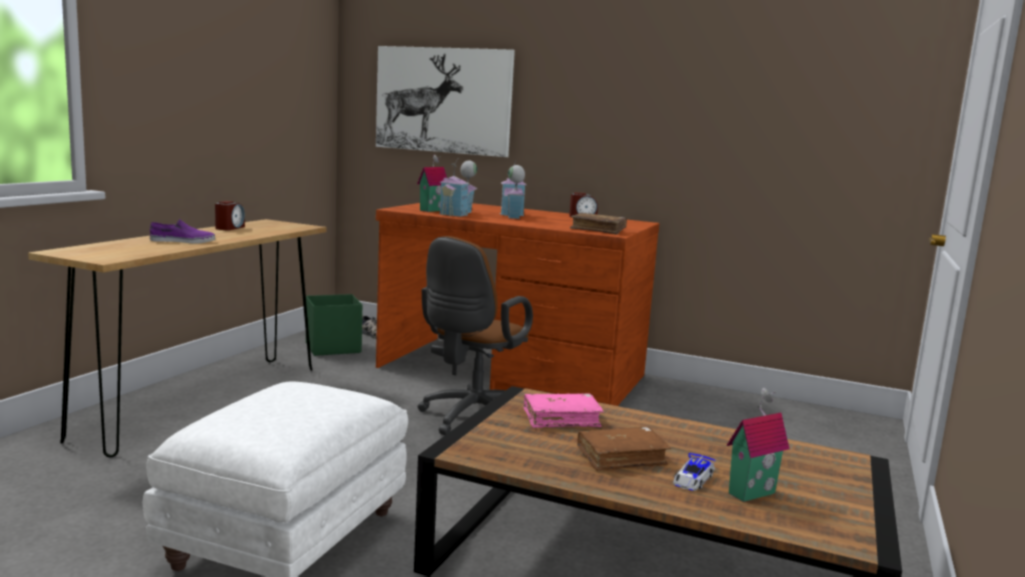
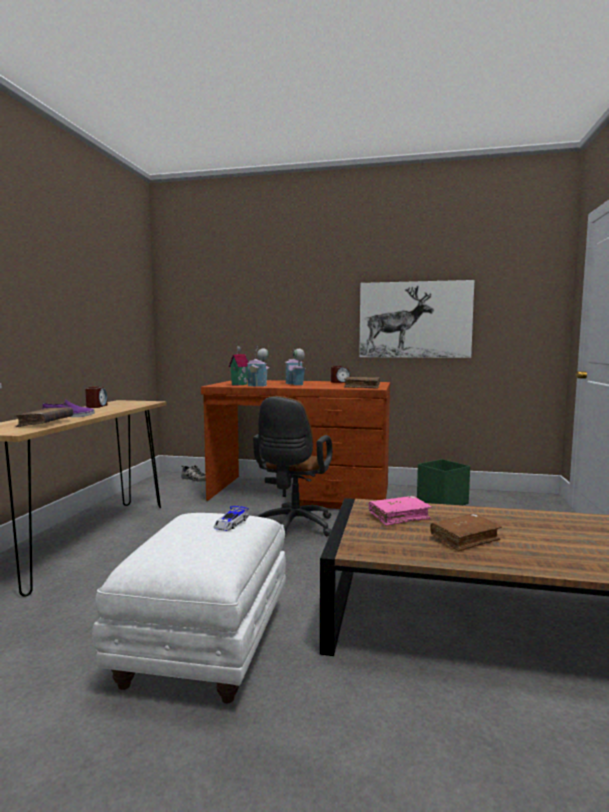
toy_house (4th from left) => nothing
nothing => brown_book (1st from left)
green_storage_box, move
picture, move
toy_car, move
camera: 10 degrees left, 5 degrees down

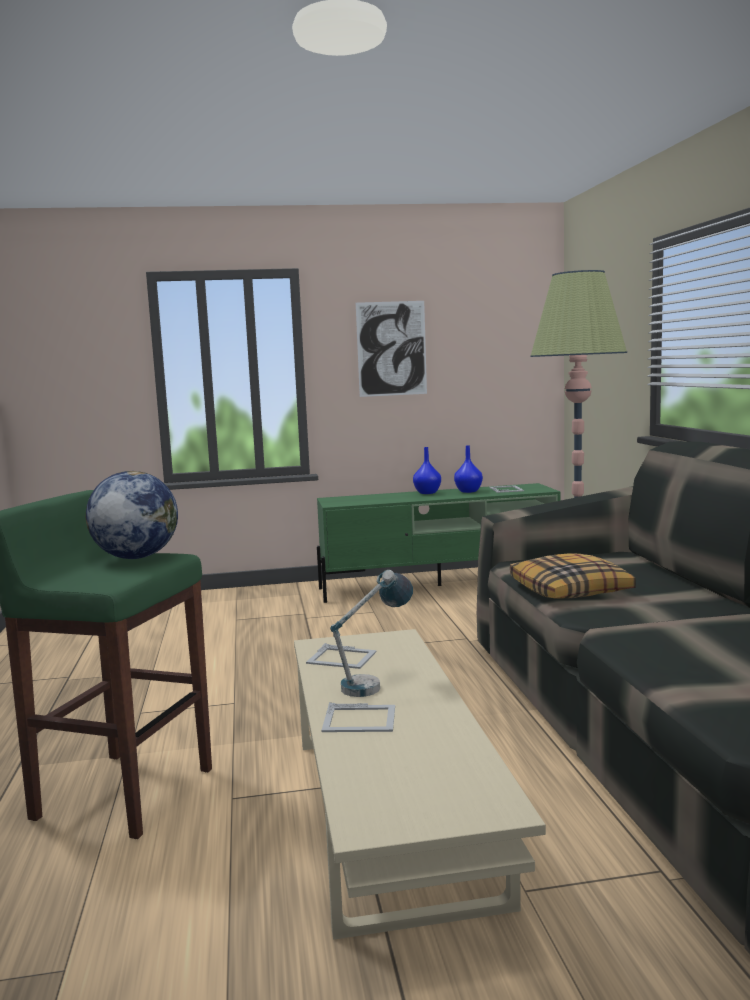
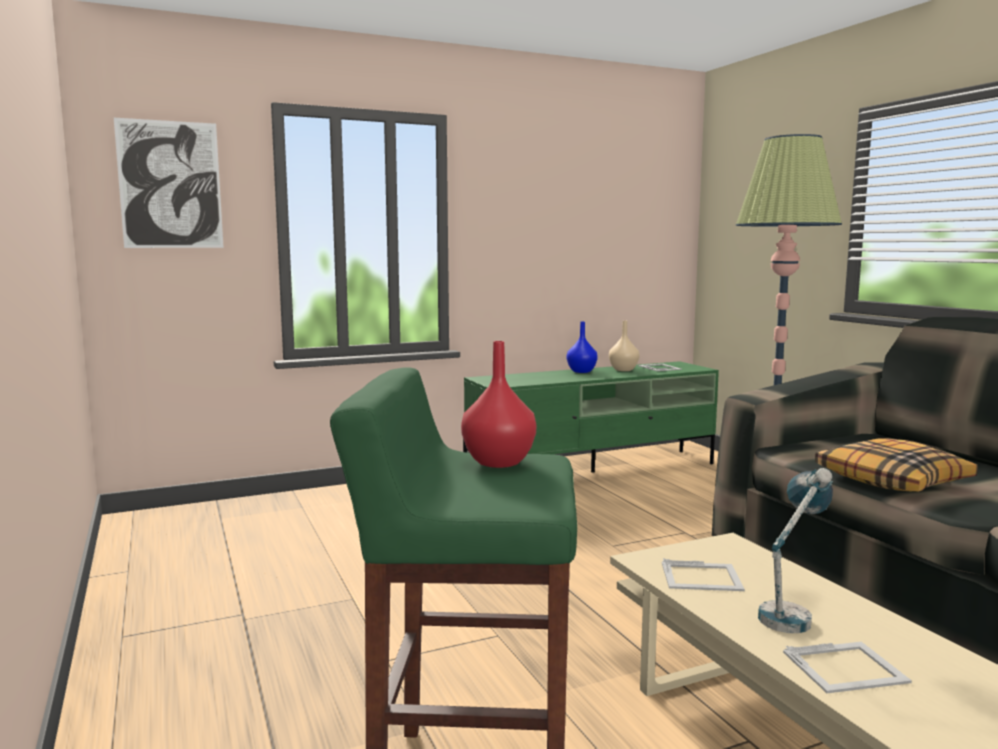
picture, move
globe => red_vase
blue_vase (2nd from left) => beige_vase
camera: 15 degrees left, 0 degrees up

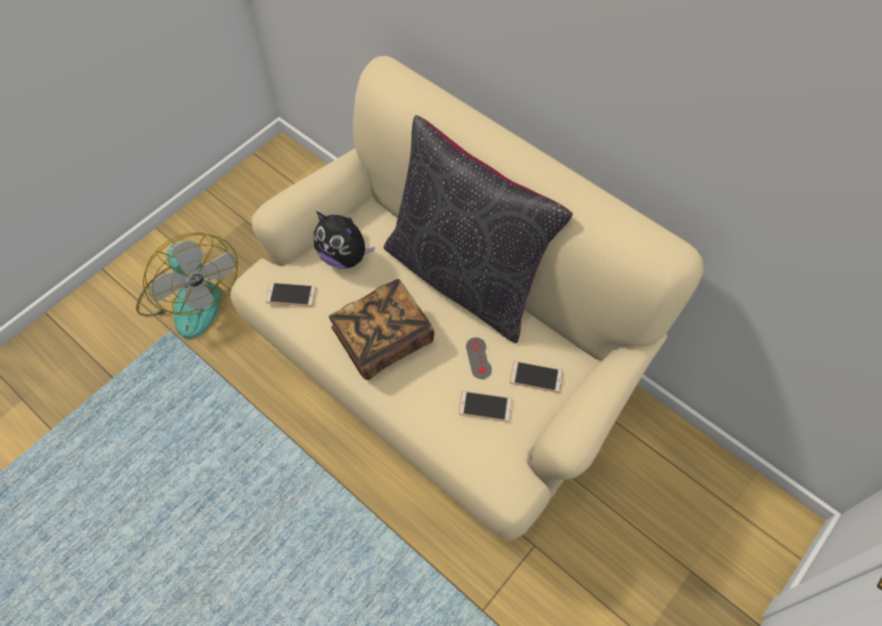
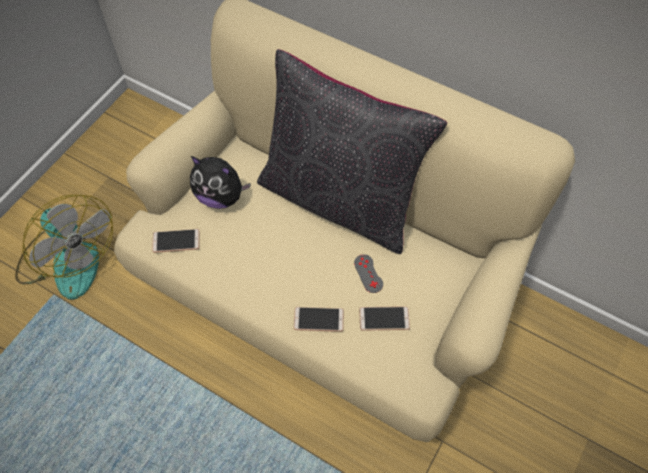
book => nothing
phone (3rd from left in the first image) => phone (2nd from left), move
camera: 10 degrees left, 0 degrees up

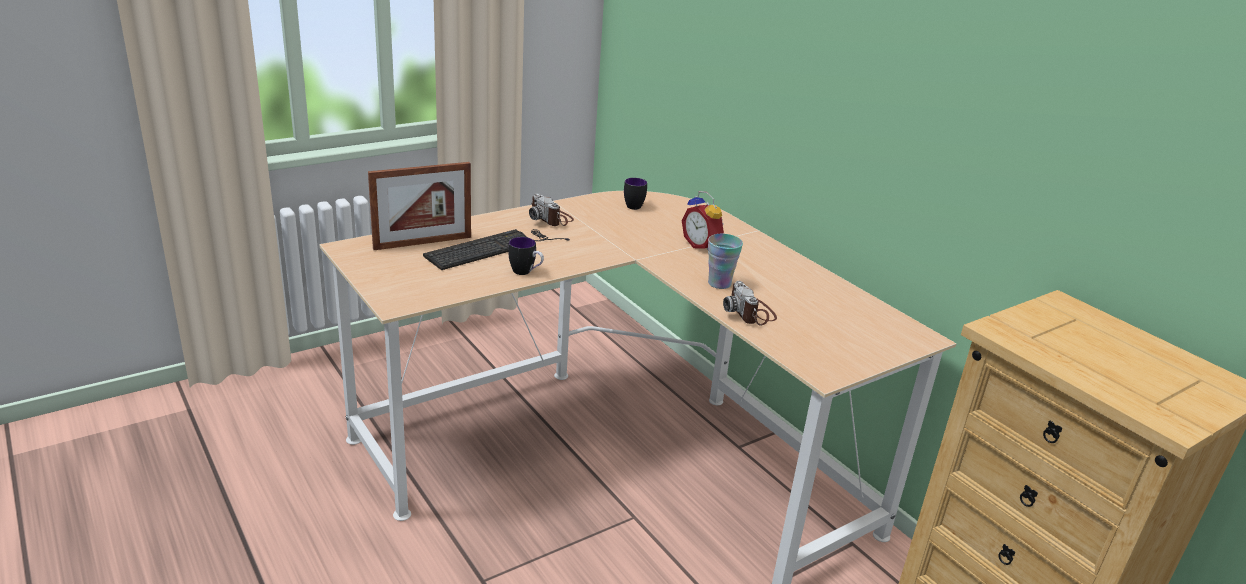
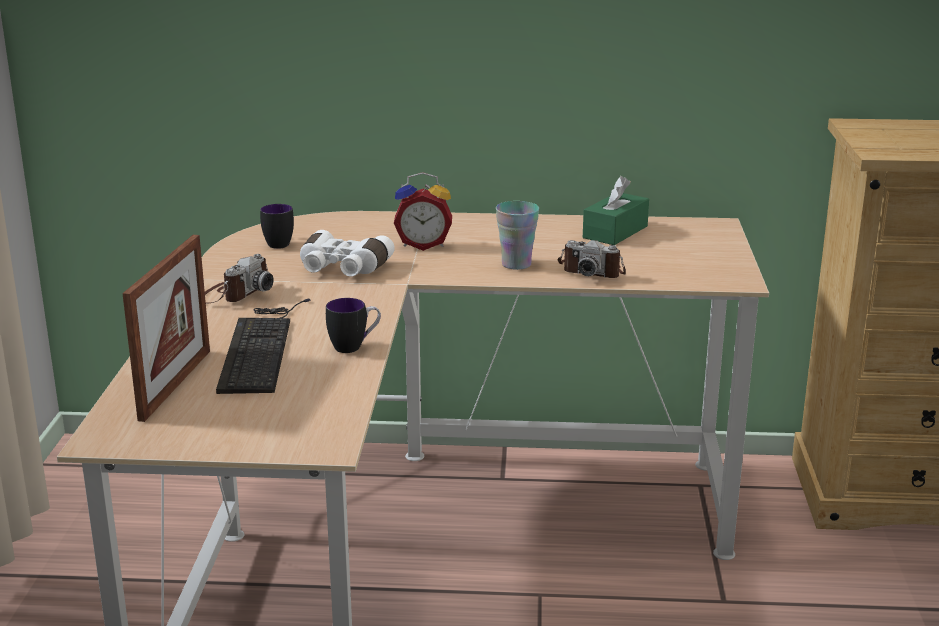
nothing => white_binoculars
nothing => green_tissue_box
photo_camera (1st from left), 60 degrees counterclockwise
camera: 50 degrees left, 5 degrees down

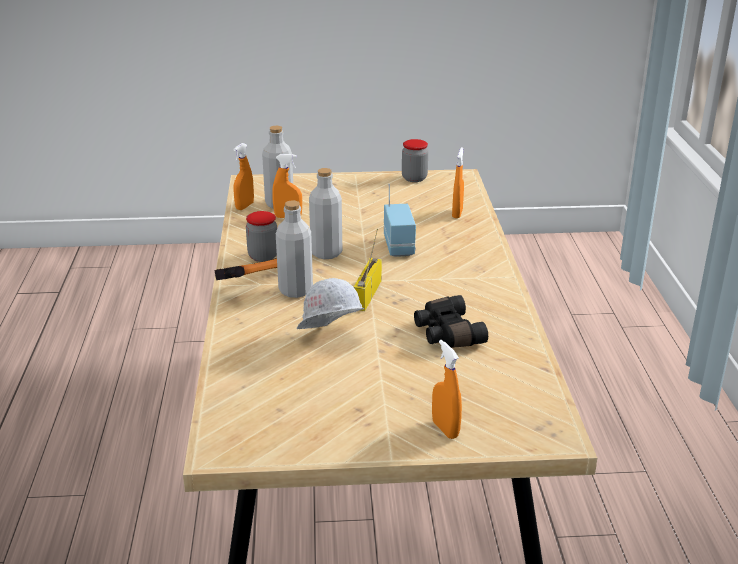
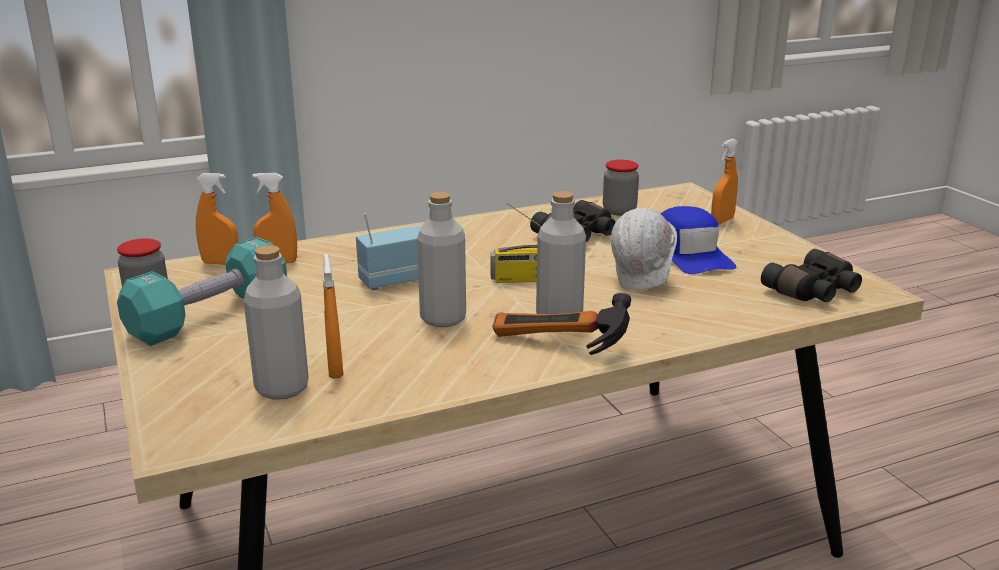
nothing => turquoise_dumbbell
nothing => blue_cap
nothing => black_binoculars (2nd from left)
orange_spray_bottle (1st from left), move
jar (1st from left in the first image) => jar (2nd from left), move
camera: 110 degrees left, 5 degrees down

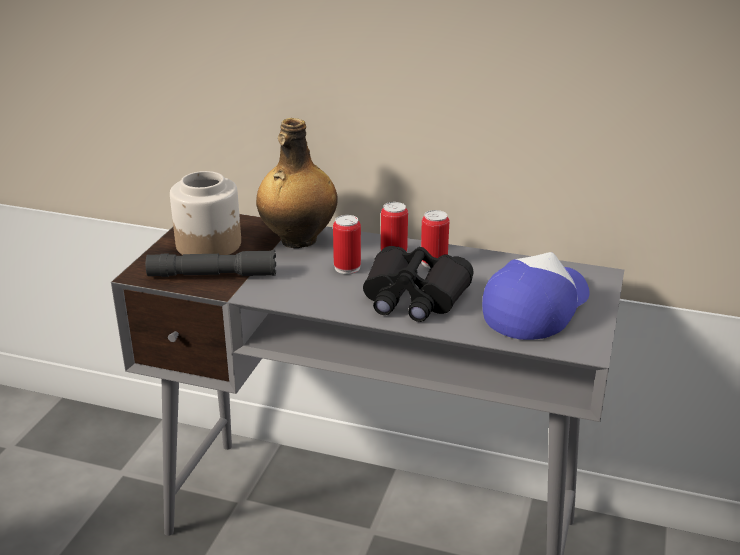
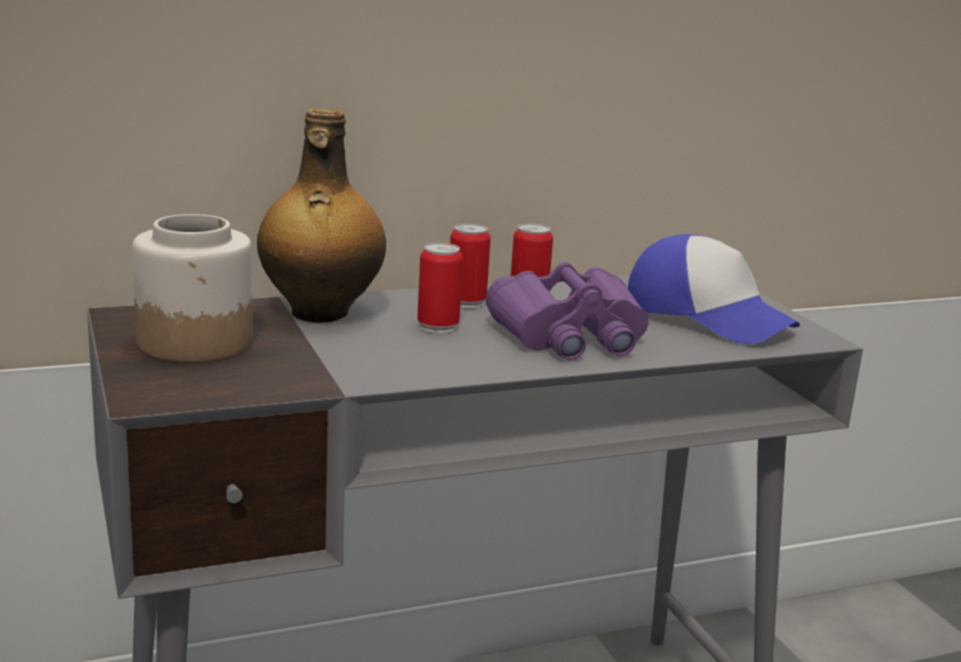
grey_flashlight => nothing
black_binoculars => purple_binoculars
cap, 135 degrees clockwise
camera: 40 degrees left, 10 degrees down

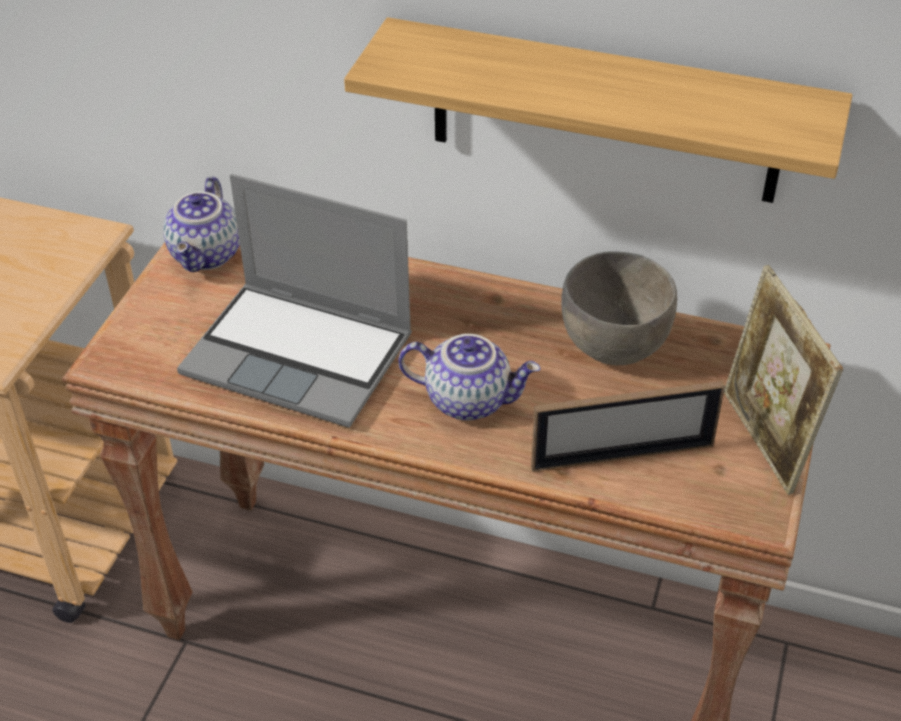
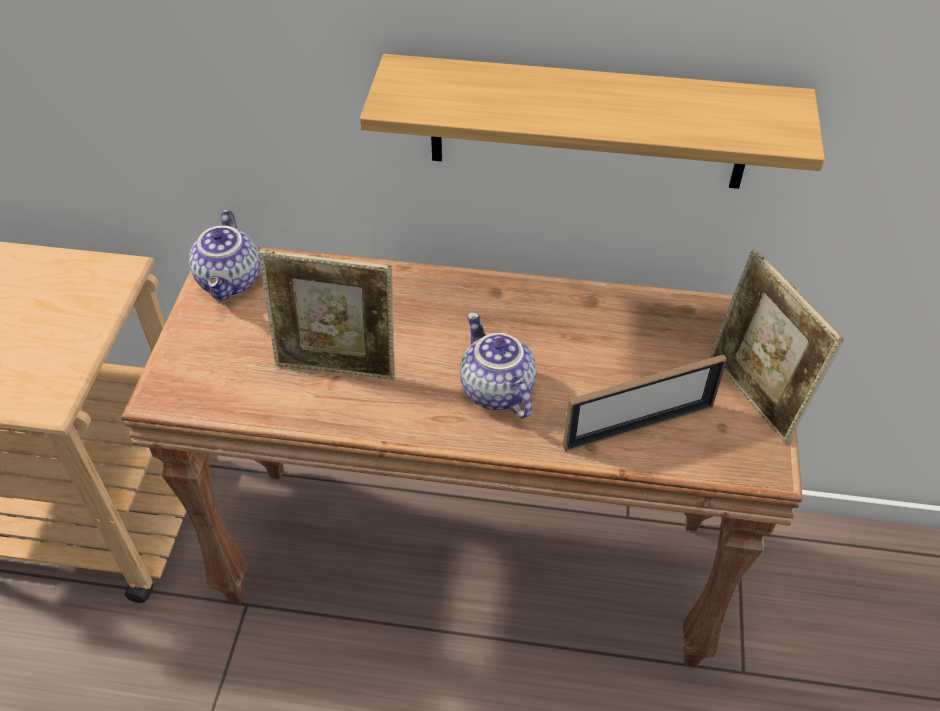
grey_bowl => nothing
laptop => picture_frame (1st from left)
teapot (2nd from left), 120 degrees counterclockwise
camera: 10 degrees left, 5 degrees up

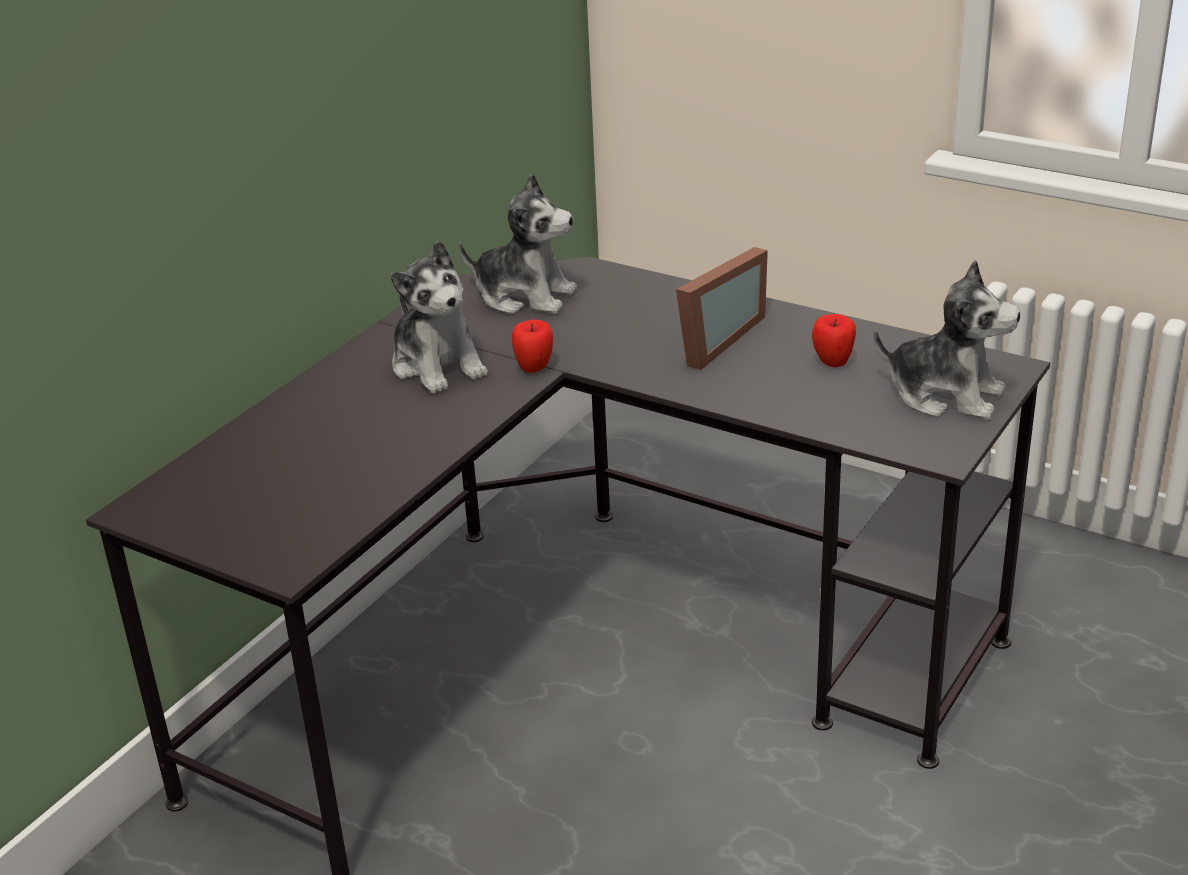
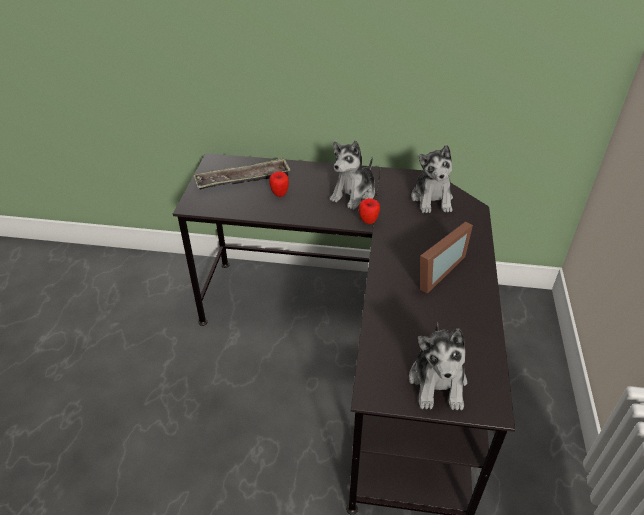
nothing => tray
apple (2nd from left in the first image) => apple (1st from left), move
picture_frame, 60 degrees counterclockwise
camera: 65 degrees right, 10 degrees up

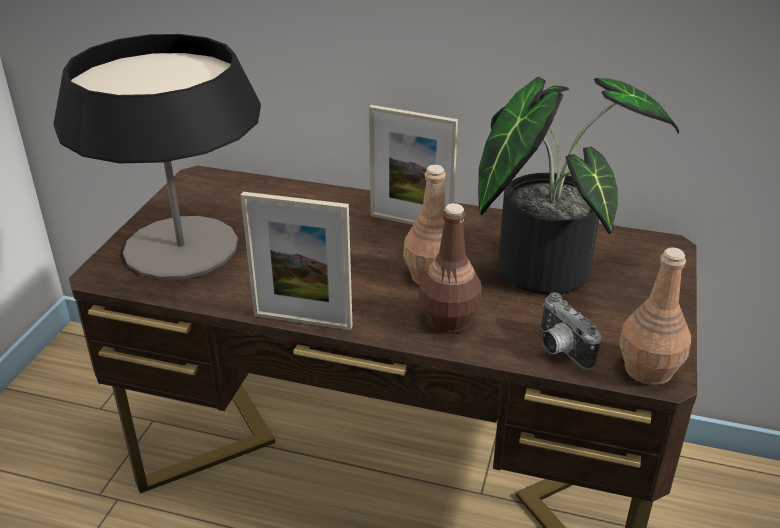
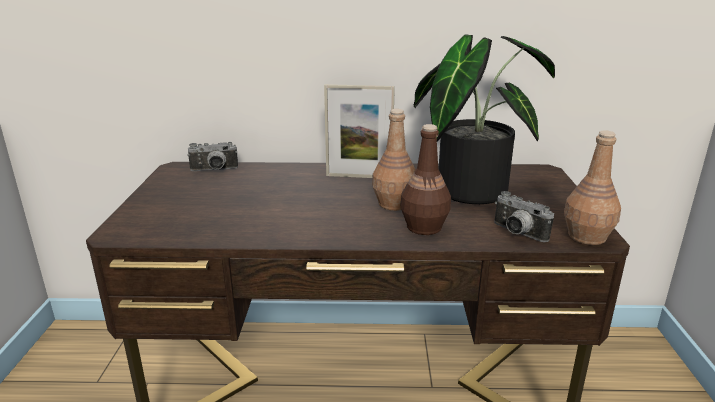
table_lamp => nothing
picture_frame (1st from left) => nothing
nothing => photo_camera (1st from left)
camera: 15 degrees left, 10 degrees down

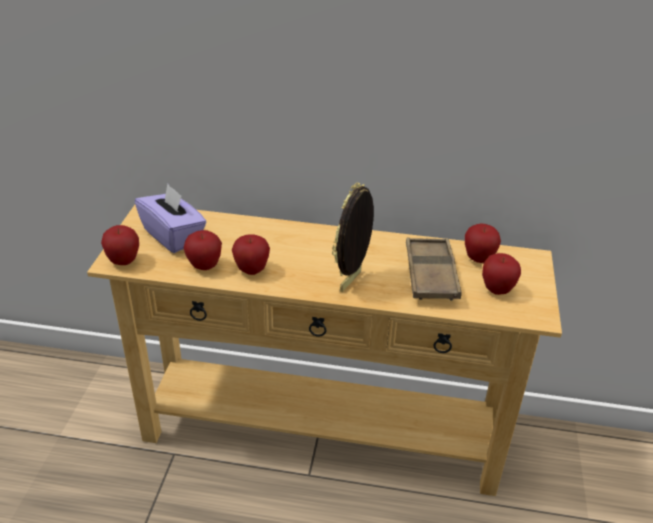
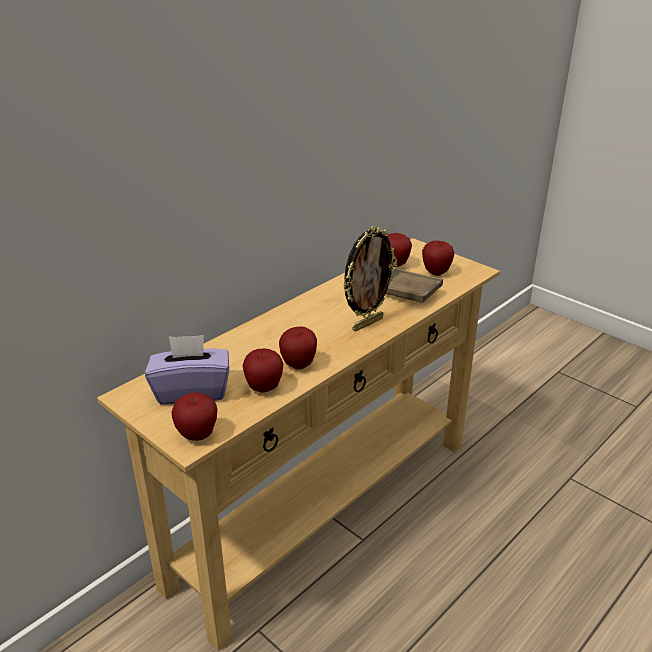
picture_frame, 105 degrees counterclockwise
camera: 55 degrees left, 5 degrees down

